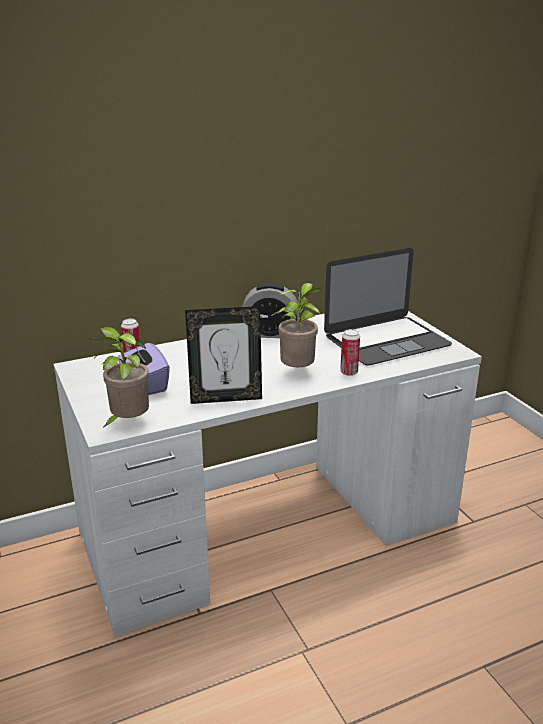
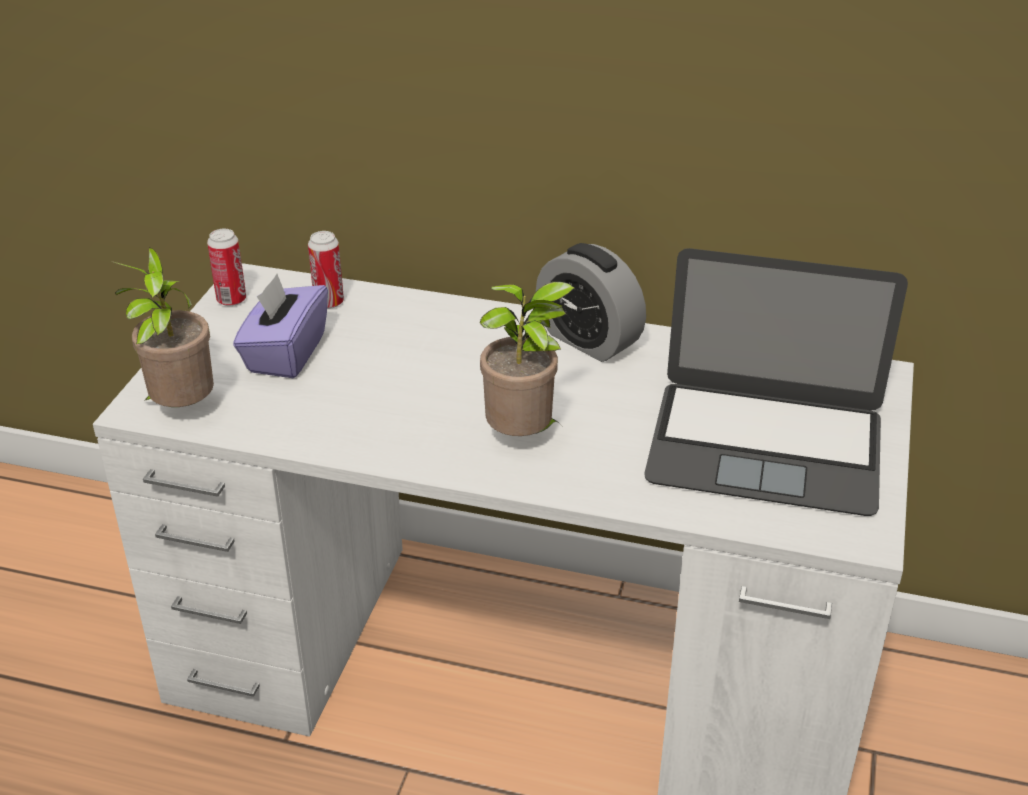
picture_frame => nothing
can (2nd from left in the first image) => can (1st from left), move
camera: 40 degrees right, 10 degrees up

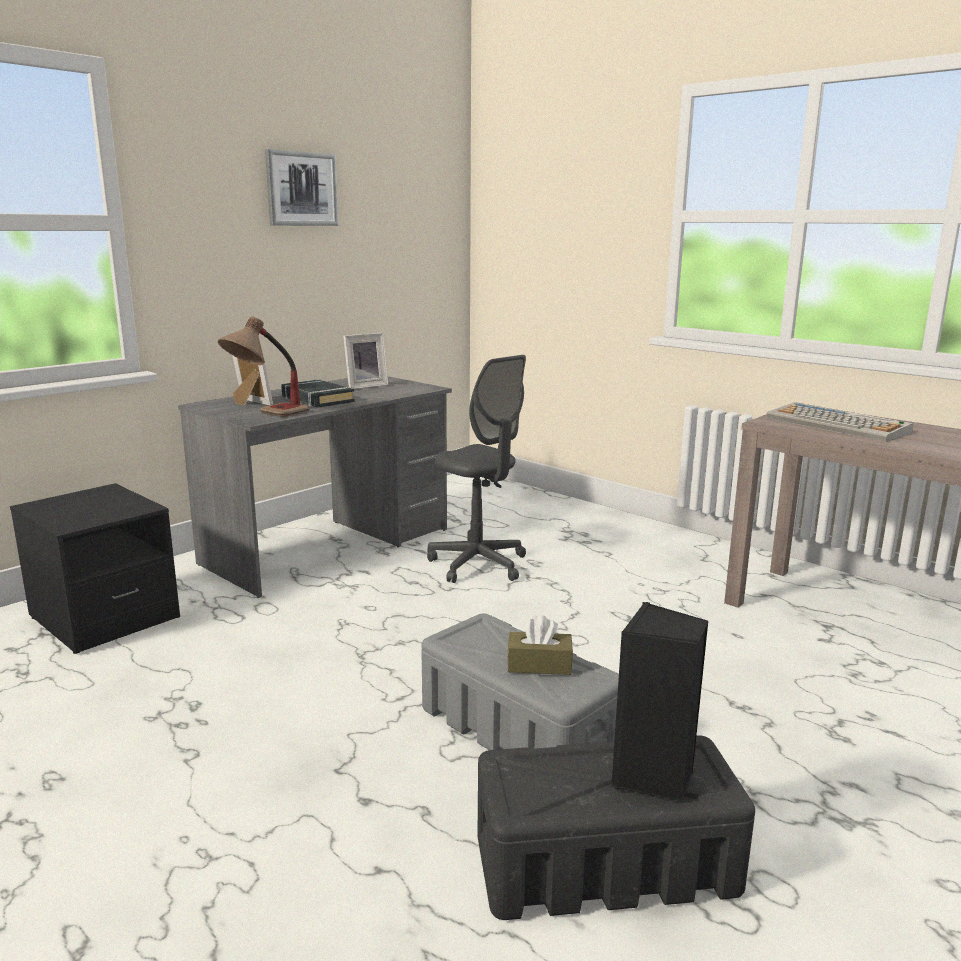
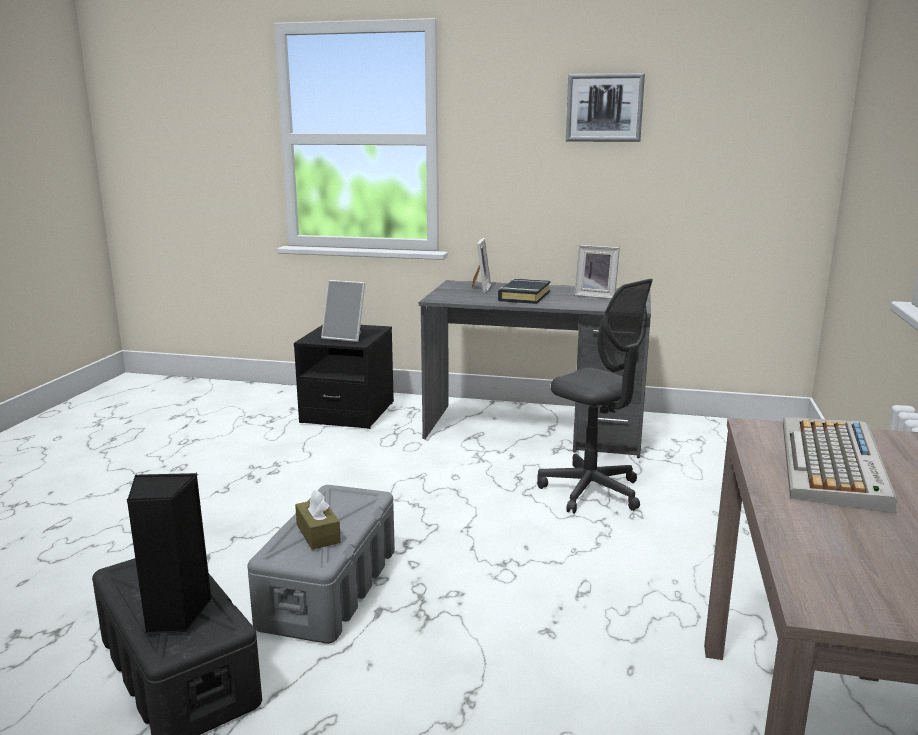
table_lamp => nothing
nothing => picture_frame (1st from left)
grey_office_chair, 60 degrees counterclockwise
camera: 60 degrees right, 0 degrees up

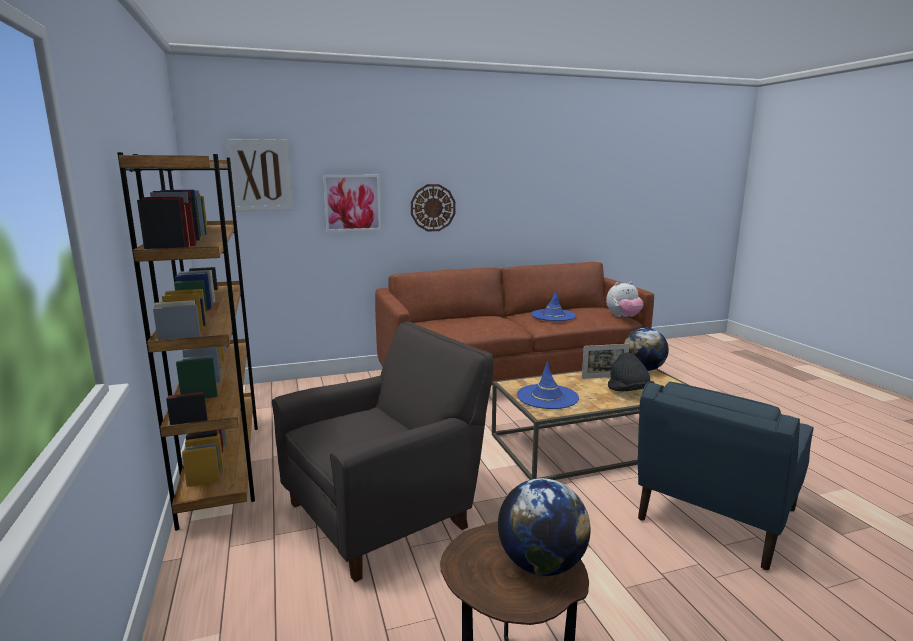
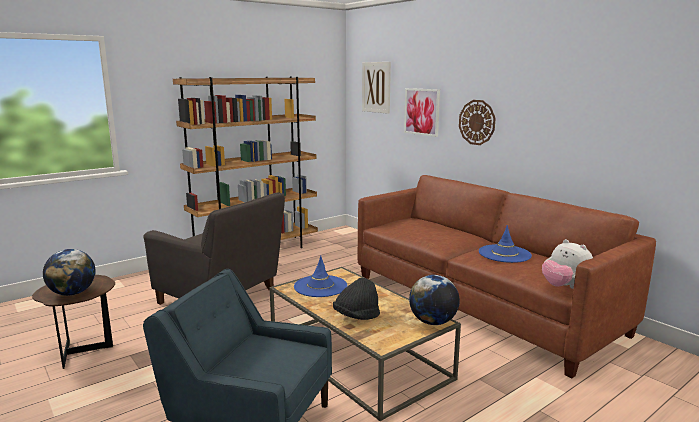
picture_frame => nothing
camera: 70 degrees right, 0 degrees up

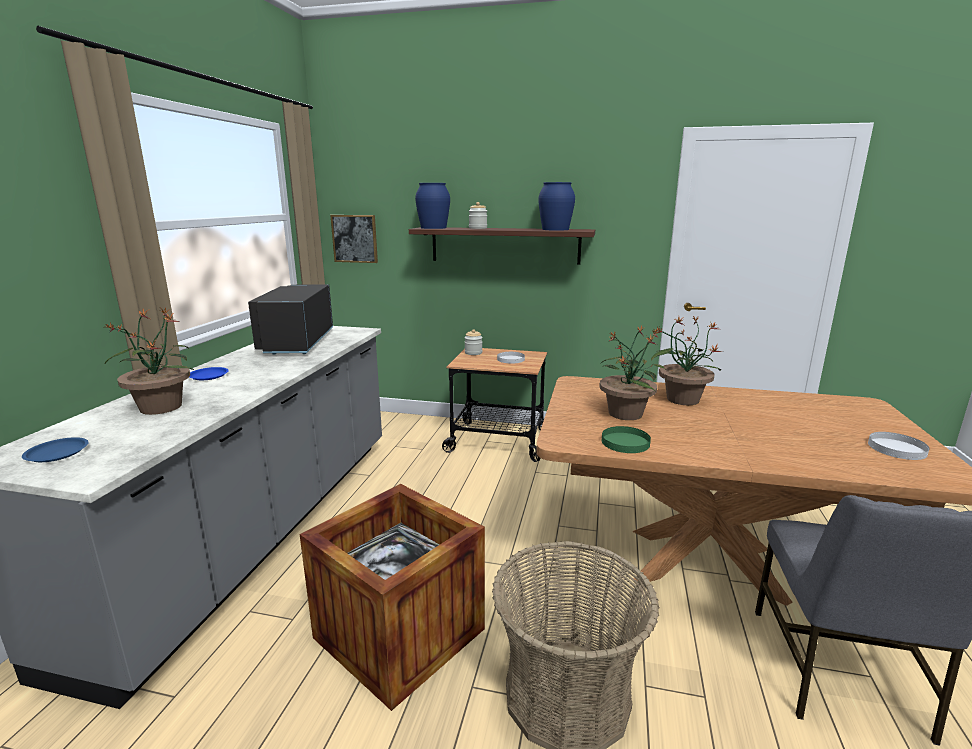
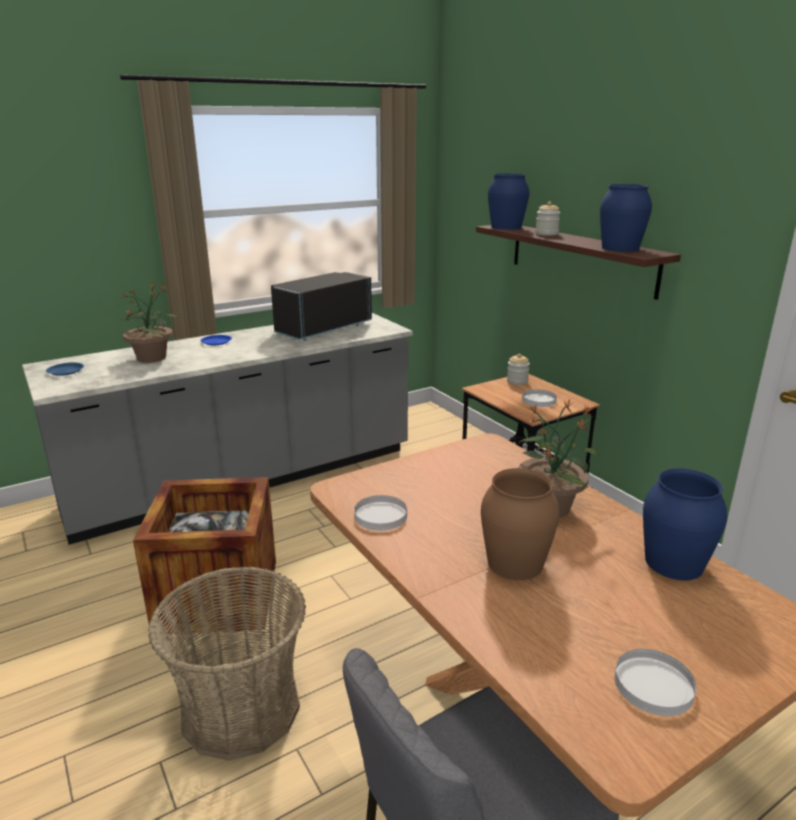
picture => nothing
potted_plant (2nd from left) => nothing
nothing => brown_vase
nothing => blue_vase (3rd from left)
green_plate => white_plate (1st from left)
camera: 45 degrees right, 5 degrees up

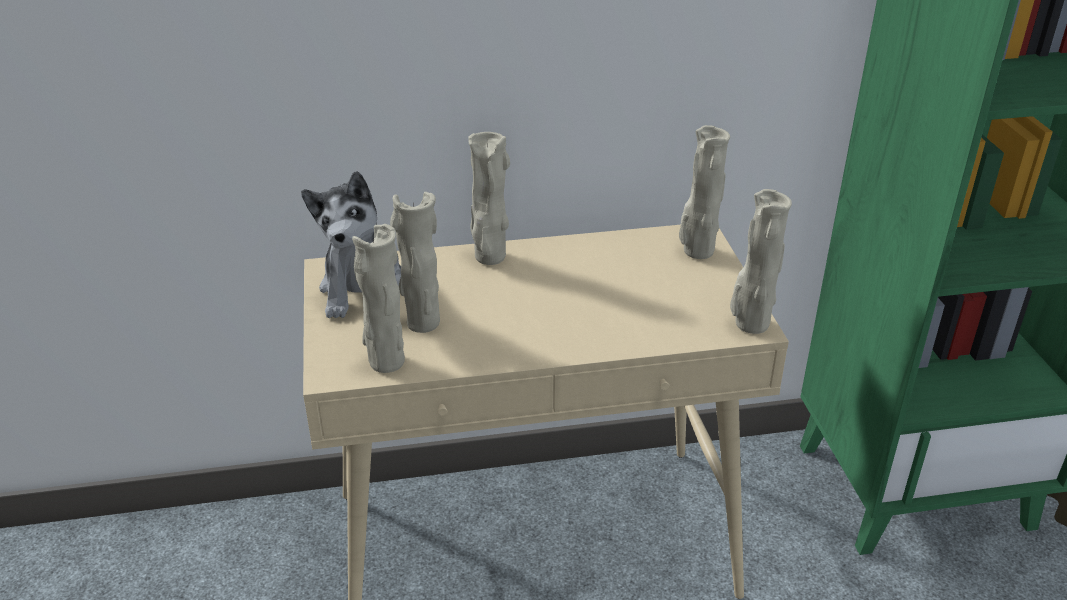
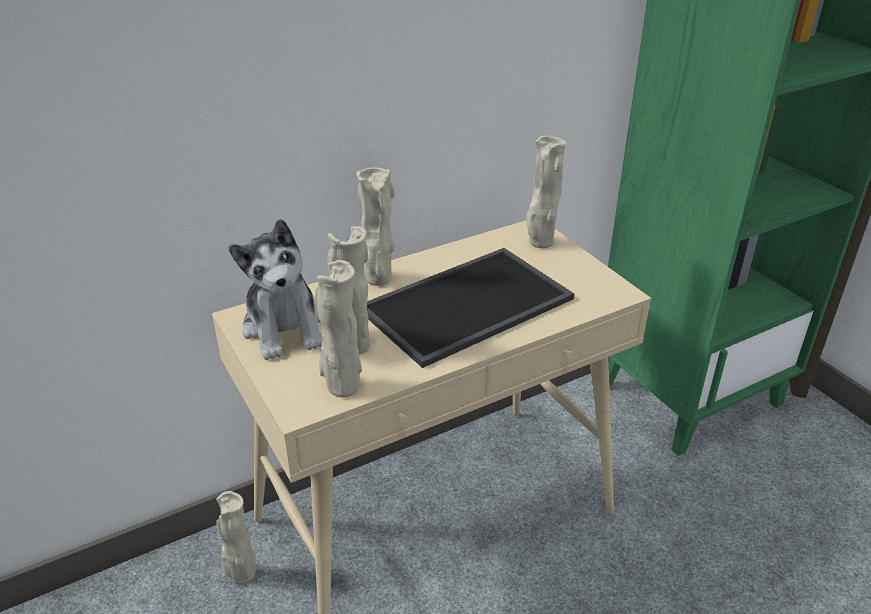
nothing => tray
beige_vase (5th from left in the first image) => beige_vase (1st from left), move
camera: 20 degrees left, 0 degrees up

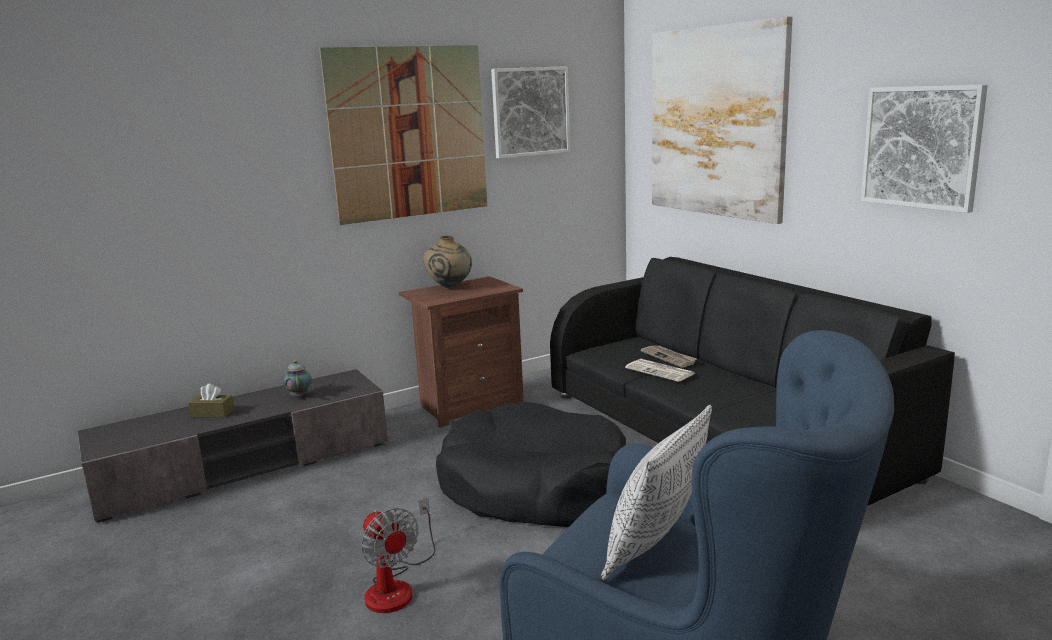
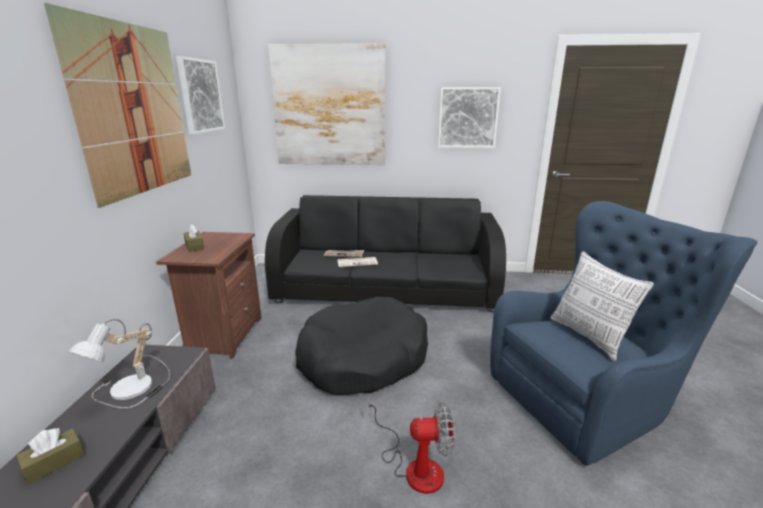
teapot => table_lamp
beige_vase => brown_tissue_box (2nd from left)
camera: 55 degrees left, 5 degrees up

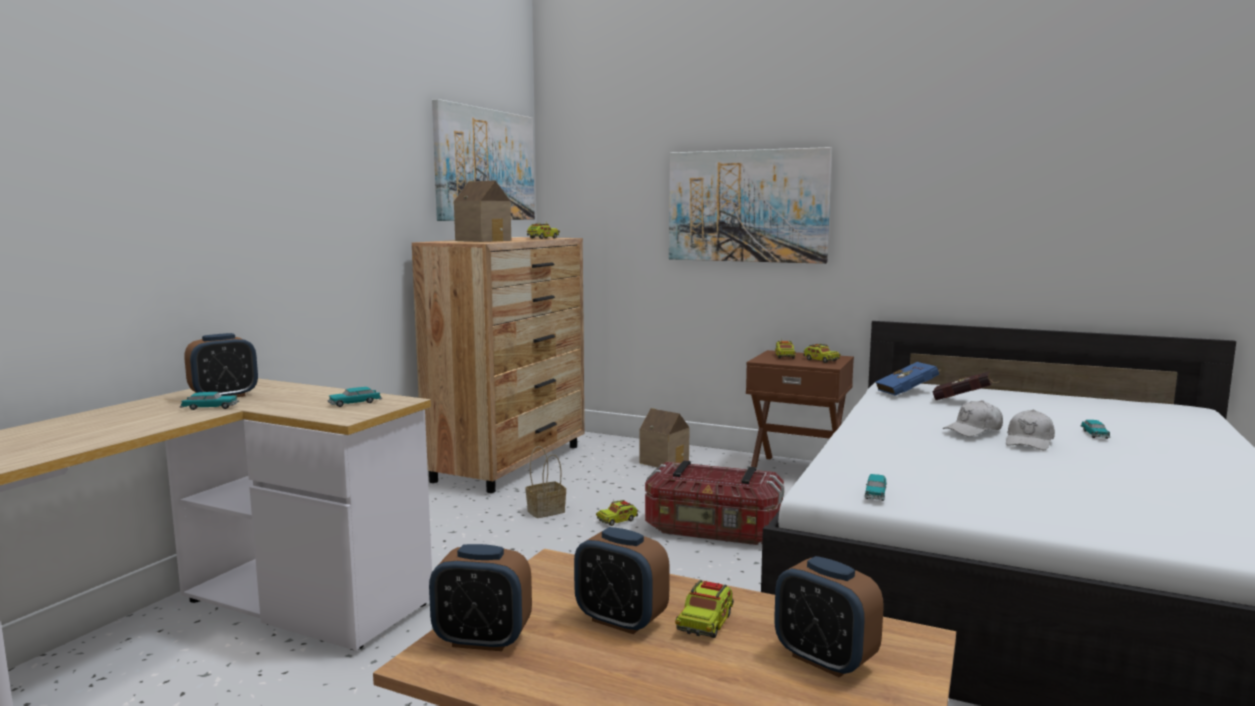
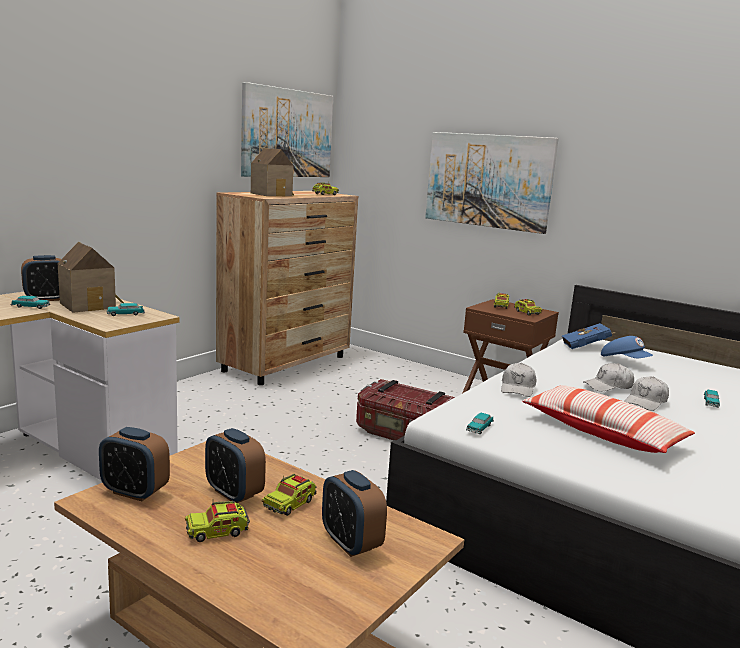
basket => nothing
nothing => white_cap (1st from left)
nothing => pillow
toy_truck (2nd from left in the first image) => toy_truck (1st from left), move
toy_house (2nd from left in the first image) => toy_house (1st from left), move
red_book => blue_cap
camera: 10 degrees right, 5 degrees up

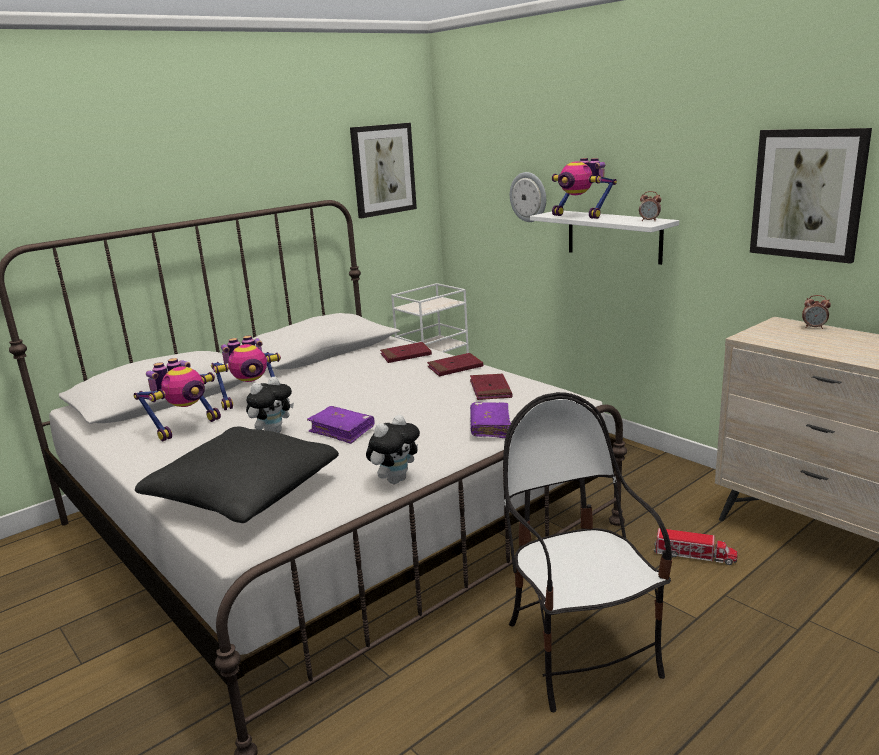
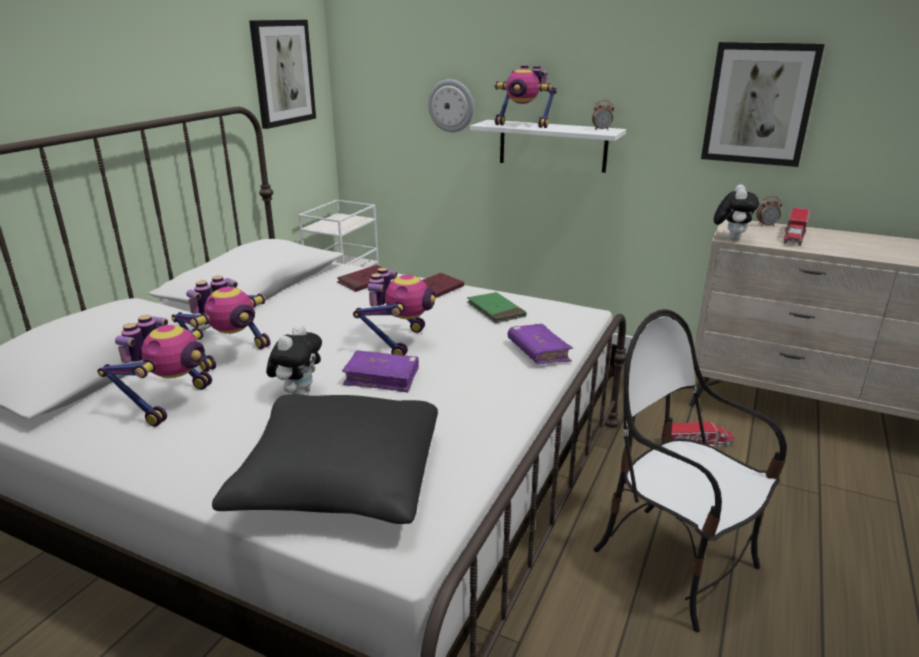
nothing => toy_robot (3rd from left)
nothing => toy_truck (2nd from left)
plush_toy (2nd from left), move
red_book (3rd from left) => green_book
camera: 25 degrees left, 5 degrees up

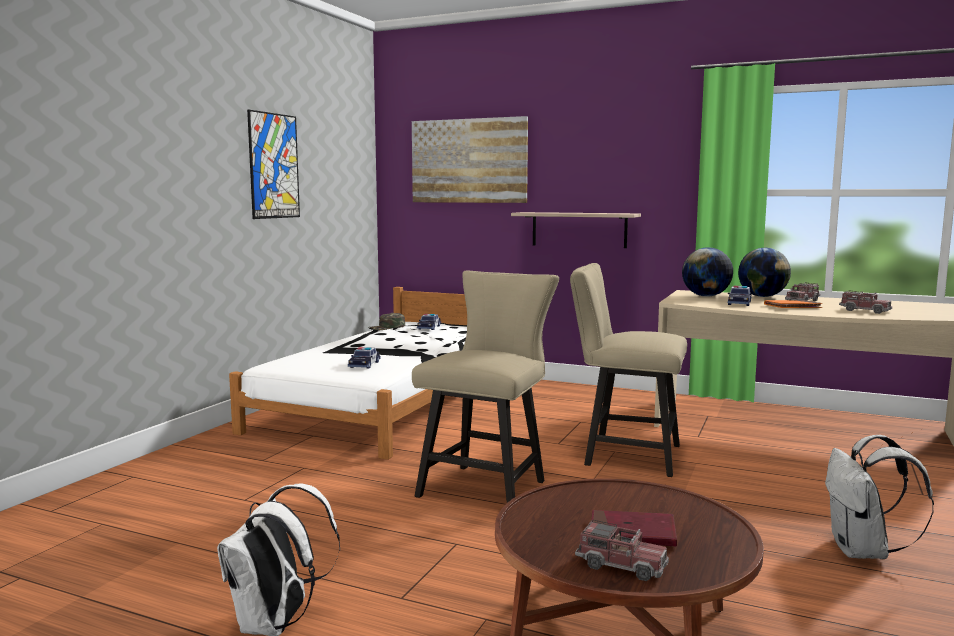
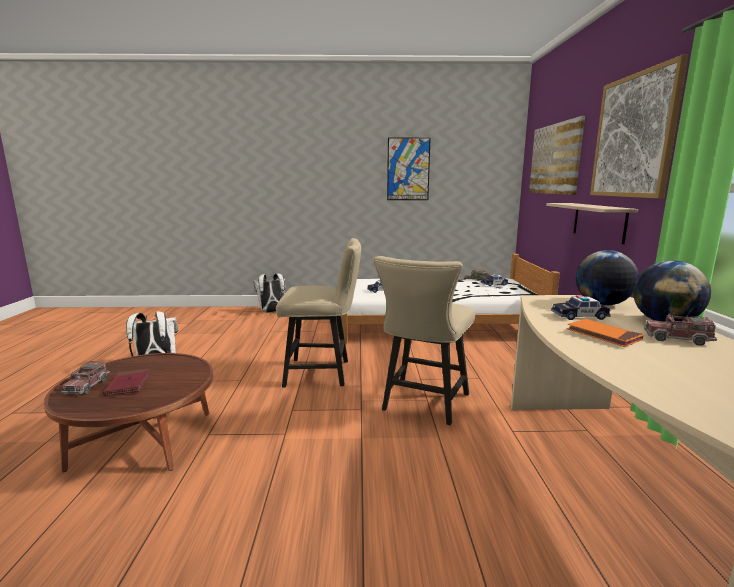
toy_truck (3rd from left) => nothing
nothing => picture (3rd from left)
white_backpack (2nd from left), move
beige_chair (2nd from left), 150 degrees counterclockwise
camera: 65 degrees right, 5 degrees up

